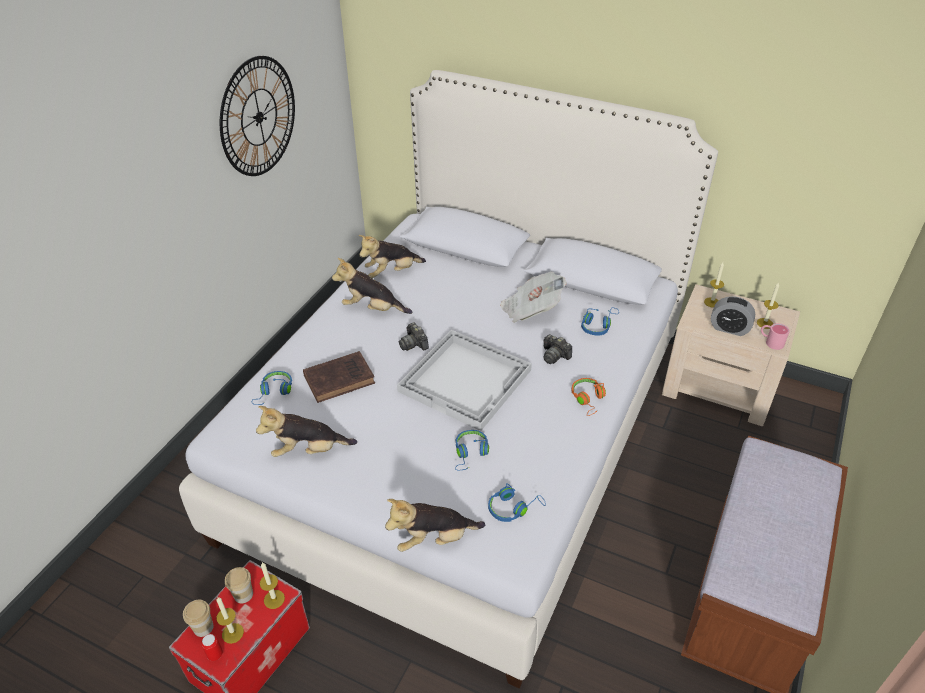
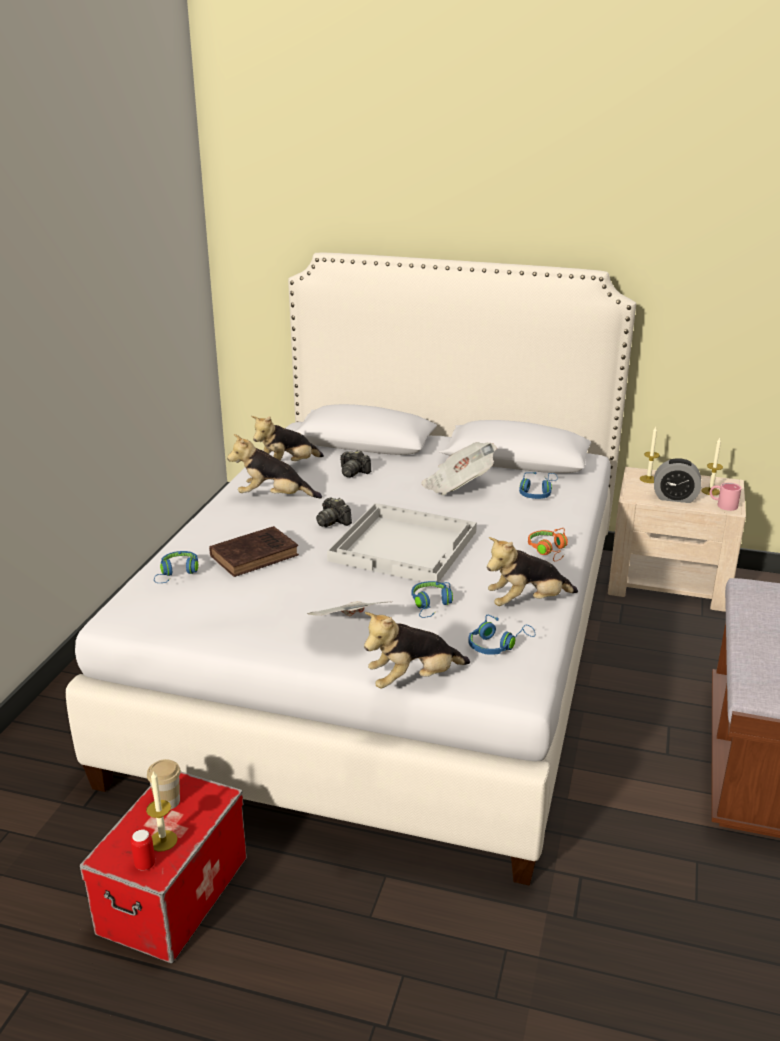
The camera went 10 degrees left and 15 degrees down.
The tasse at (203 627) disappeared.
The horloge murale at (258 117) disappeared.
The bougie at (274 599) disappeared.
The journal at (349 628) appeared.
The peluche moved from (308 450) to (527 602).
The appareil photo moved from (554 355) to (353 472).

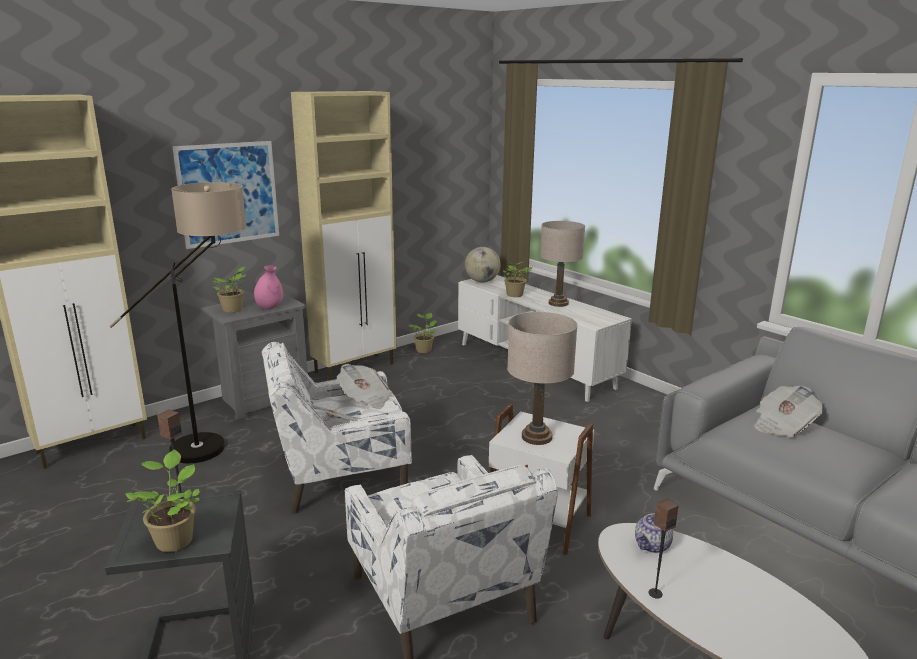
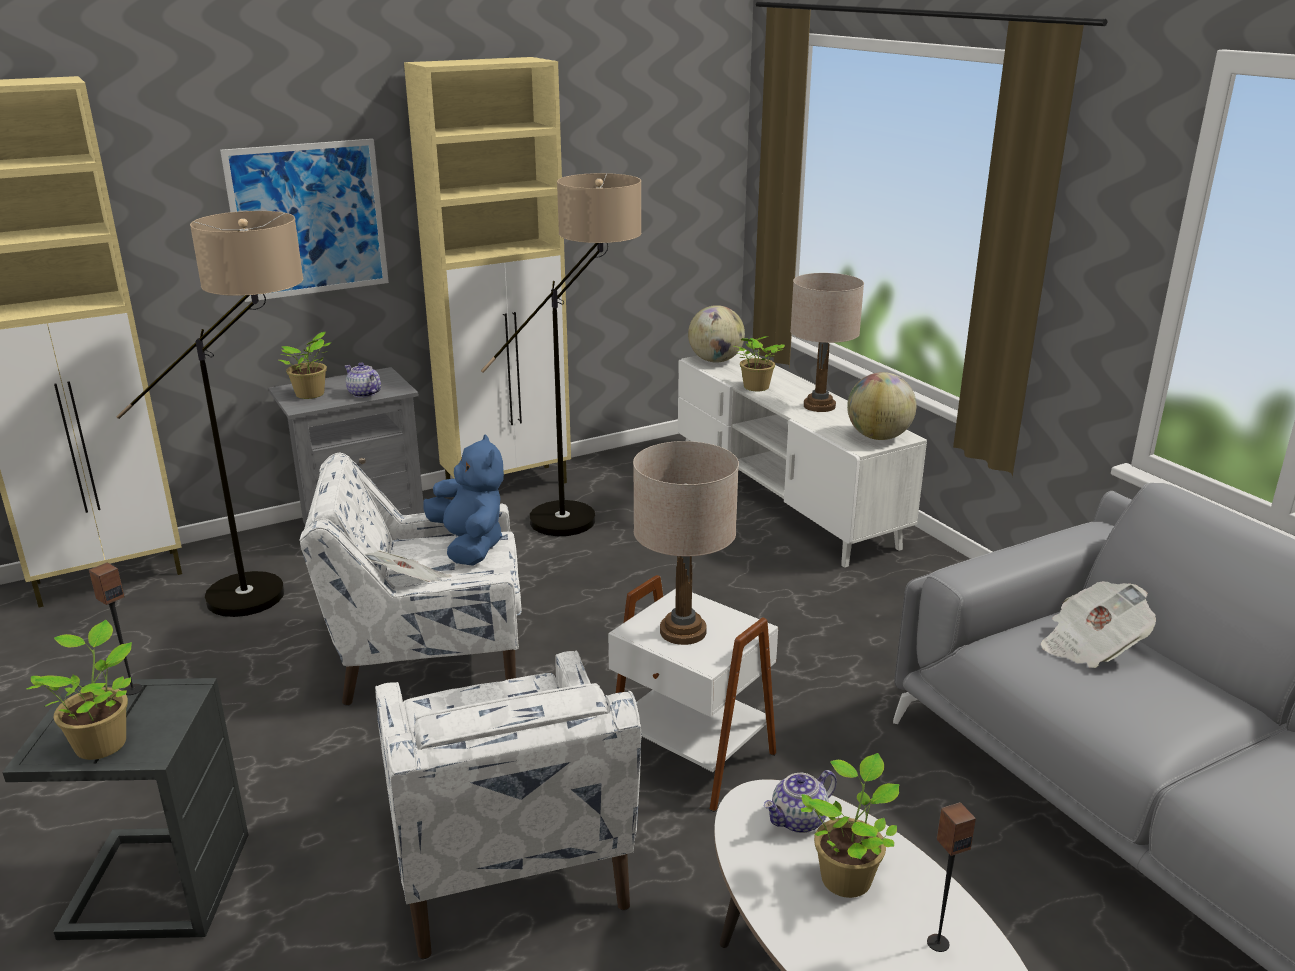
The camera went 10 degrees right and 5 degrees up.
The lampadaire at (586 514) appeared.
The globe at (878 437) appeared.
The plante en pot moved from (424 350) to (847 876).
The enceinte moved from (655 593) to (937 942).
The vase [rose] at (269 308) was replaced by the théière at (363 394).
The journal at (365 399) was replaced by the peluche [bleu] at (469 546).

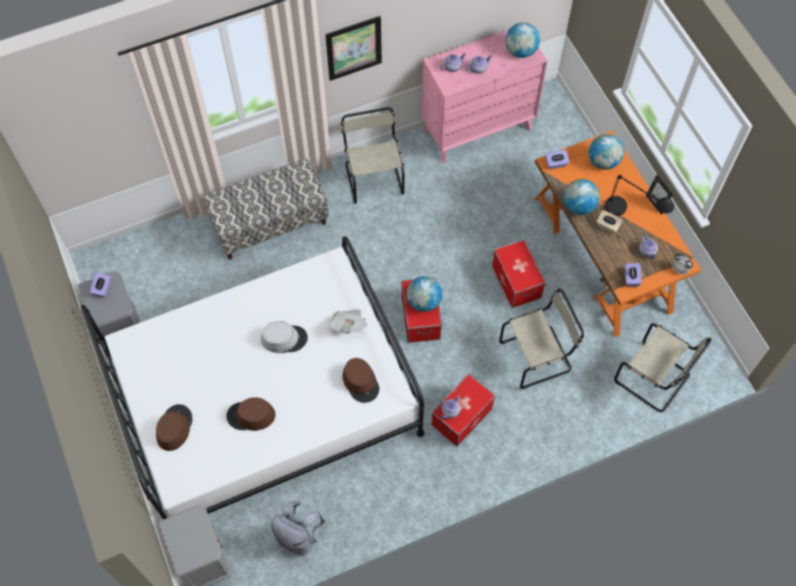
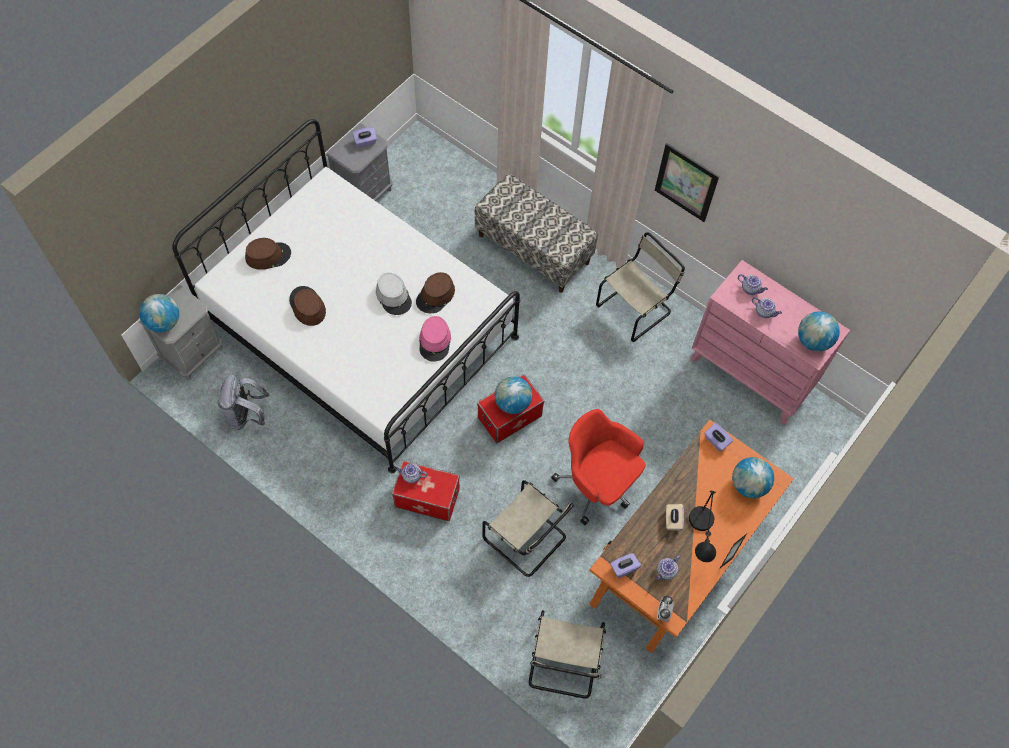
The camera went 60 degrees right and 0 degrees up.
The chapeau [marron] moved from (361 382) to (435 296).
The globe moved from (578 206) to (164 322).
The journal at (349 325) was replaced by the chapeau [rose] at (435 341).
The boîte de rangement at (516 281) was replaced by the chaise de bureau [rouge] at (597 484).

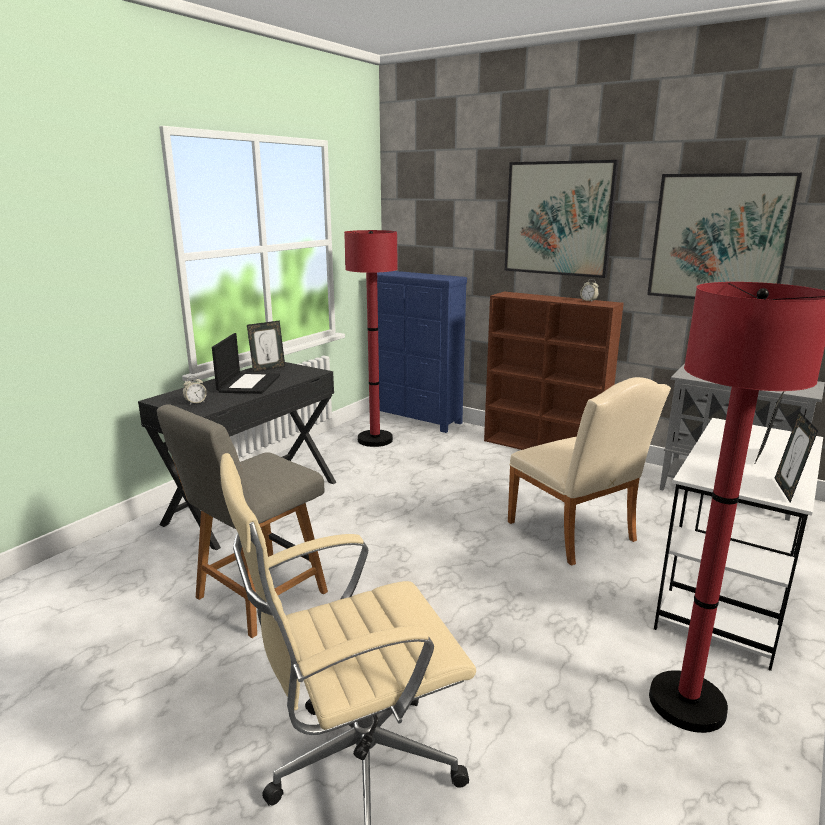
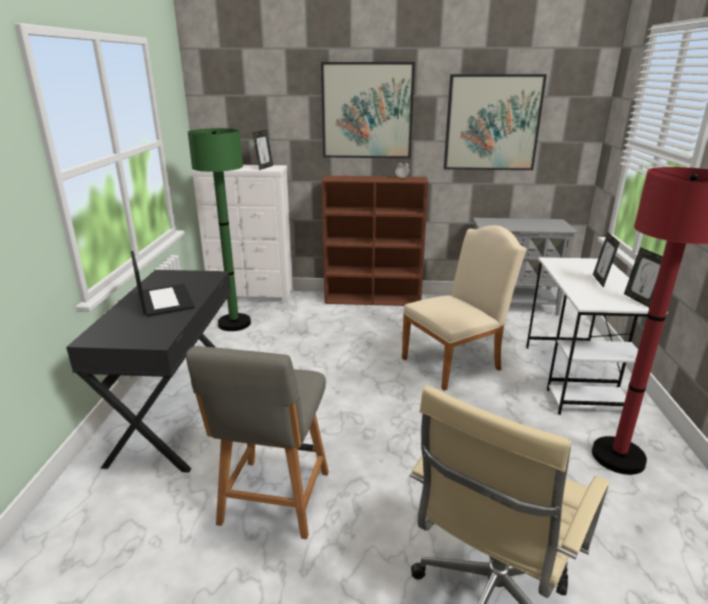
The camera went 30 degrees left and 5 degrees up.
The réveil at (195 403) disappeared.
The cadre photo moved from (268 368) to (264 167).
The lampadaire [rouge] at (375 440) became the lampadaire [vert] at (234 323).
The commode [bleu] at (416 419) became the commode [blanc] at (252 297).
The chaise [beige] at (576 534) turned 60 degrees counterclockwise.

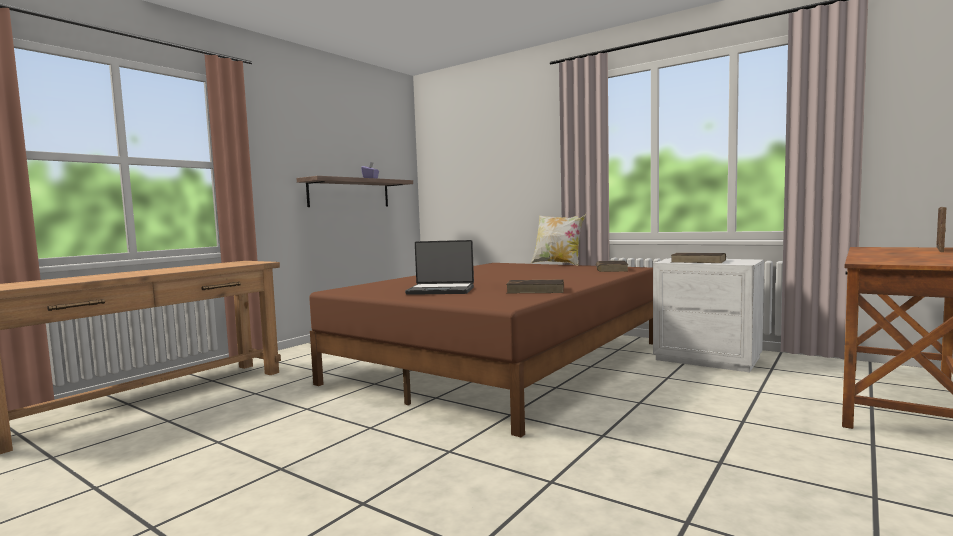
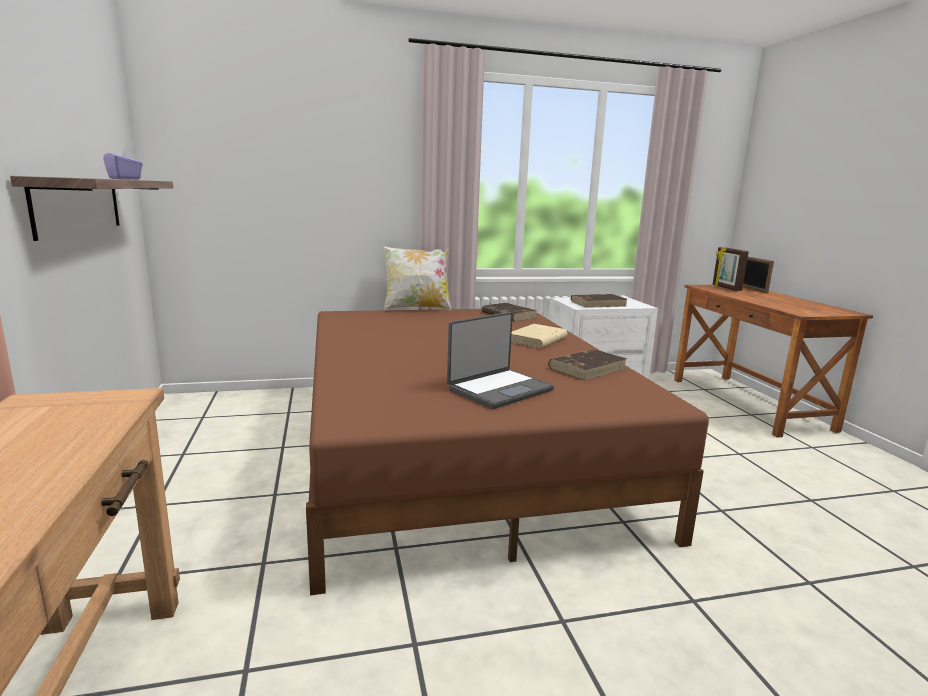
The camera went 50 degrees left and 10 degrees up.
The livre [beige] at (537 340) appeared.
The cadre photo at (725 288) appeared.

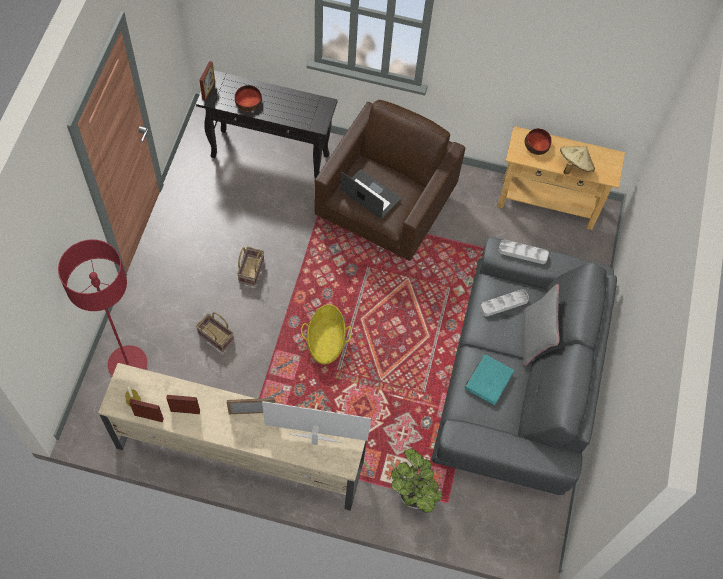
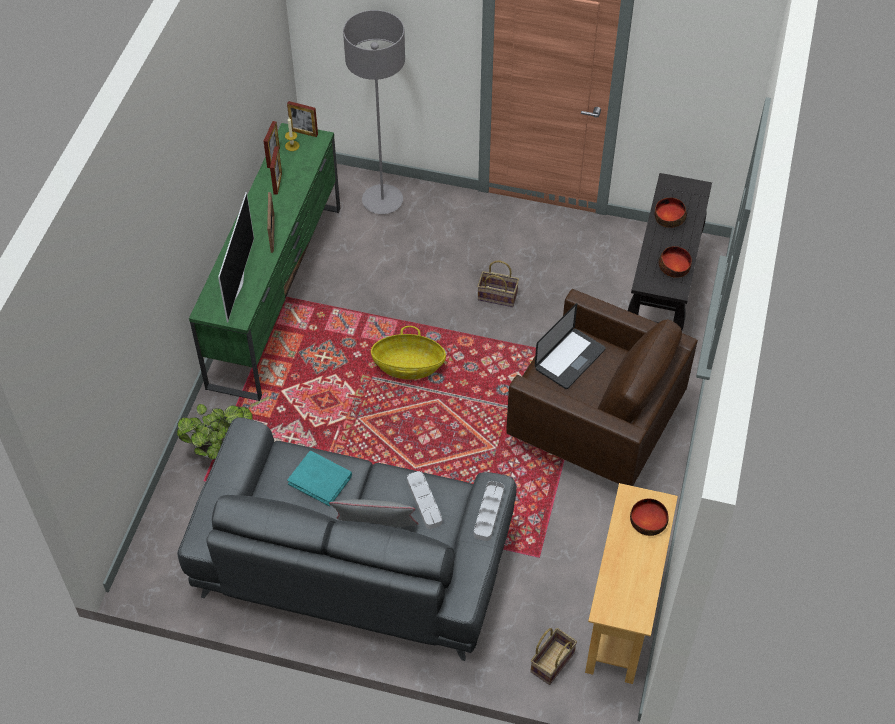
The camera went 95 degrees right and 10 degrees down.
The chapeau [beige] at (574 166) disappeared.
The bol at (674 267) appeared.
The panier moved from (215 337) to (552 661).
The cadre photo moved from (208 90) to (304 132).
The lampadaire [rouge] at (127 364) became the lampadaire [gris] at (382 201).
The meuble télé [beige] at (239 454) became the meuble télé [vert] at (277 294).

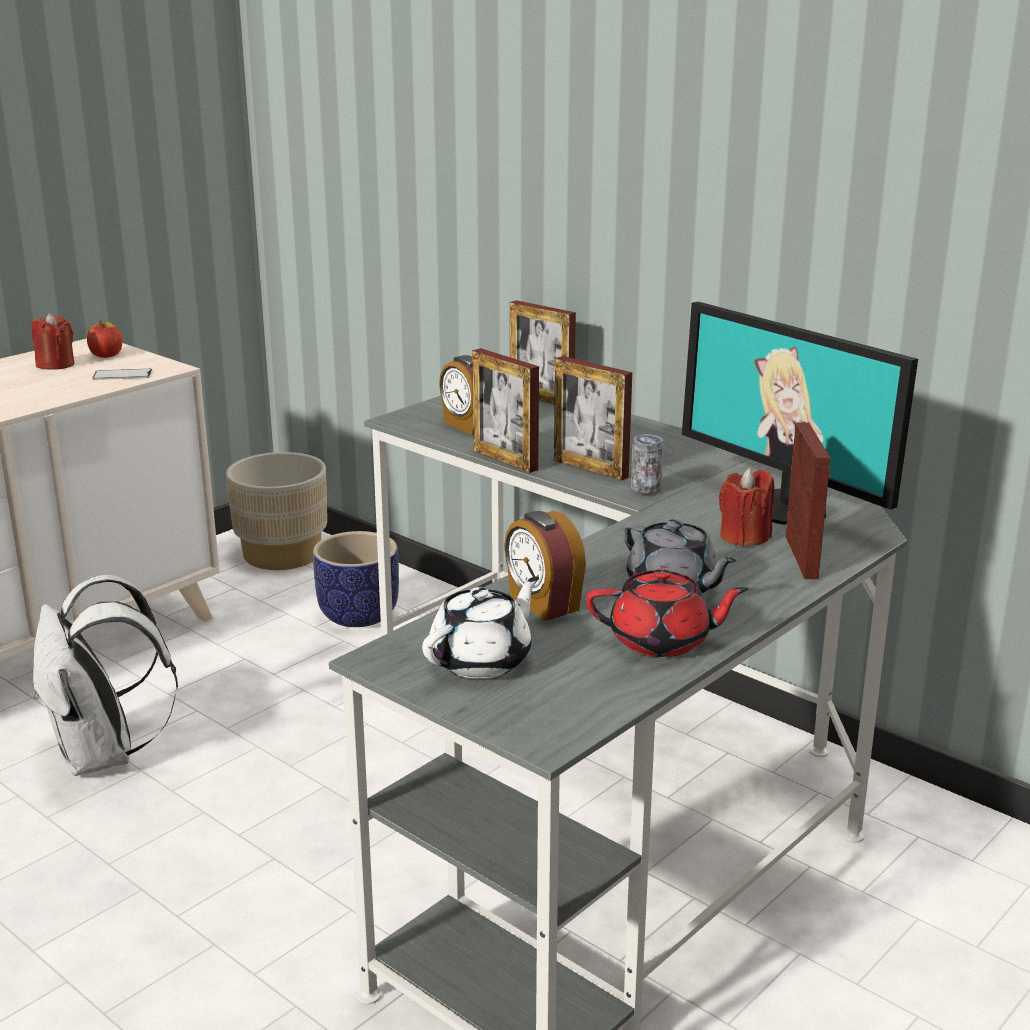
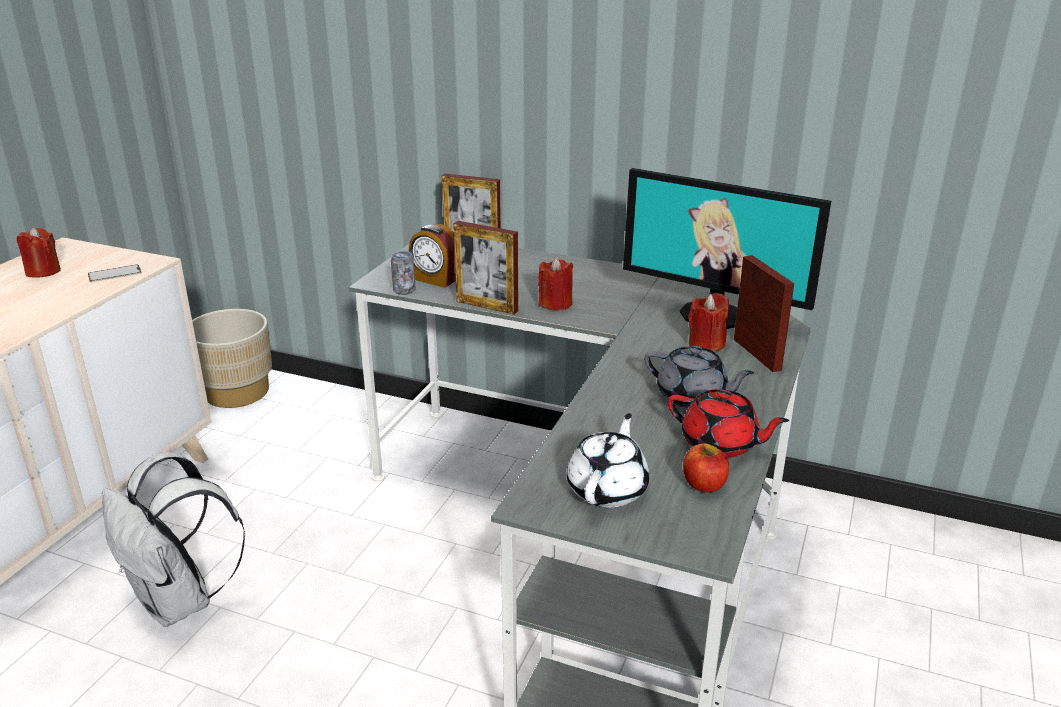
The camera went 20 degrees left and 5 degrees up.
The cache-pot at (357 615) disappeared.
The réveil at (542 604) disappeared.
The pomme moved from (106 355) to (704 485).
The boîte métallique moved from (646 489) to (404 290).
The cadre photo at (590 468) was replaced by the bougie [rouge] at (555 303).
The théière [rouge] at (662 641) turned 45 degrees clockwise.

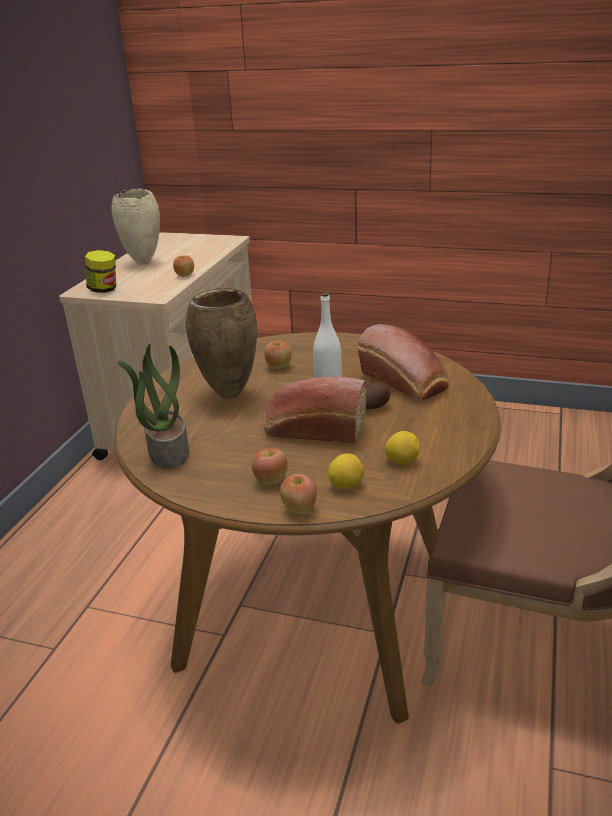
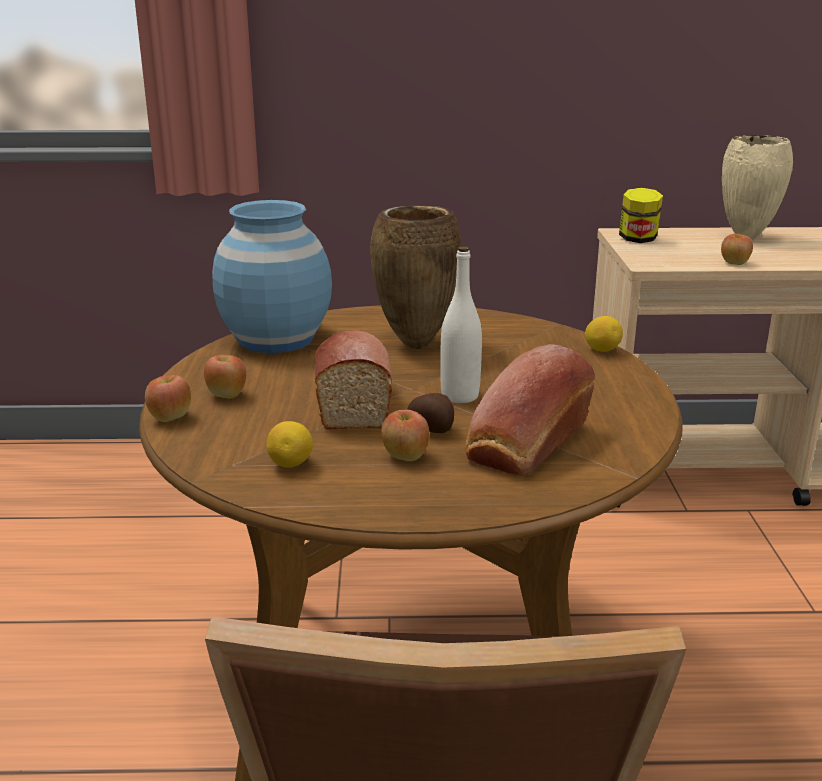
The camera went 70 degrees right and 5 degrees down.
The pomme moved from (279 366) to (405 457).
The citron moved from (346 485) to (602 350).
The plante en pot at (167 451) was replaced by the vase [bleu] at (275 339).

